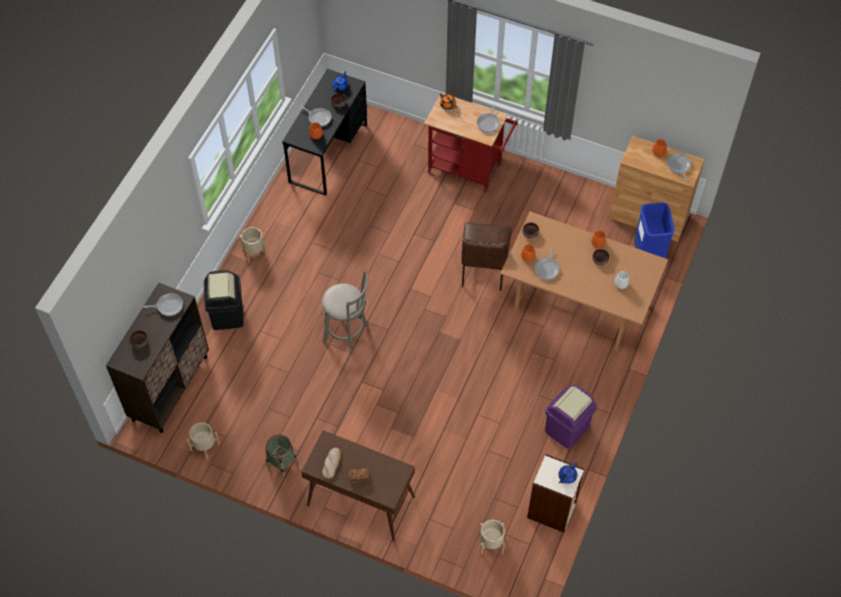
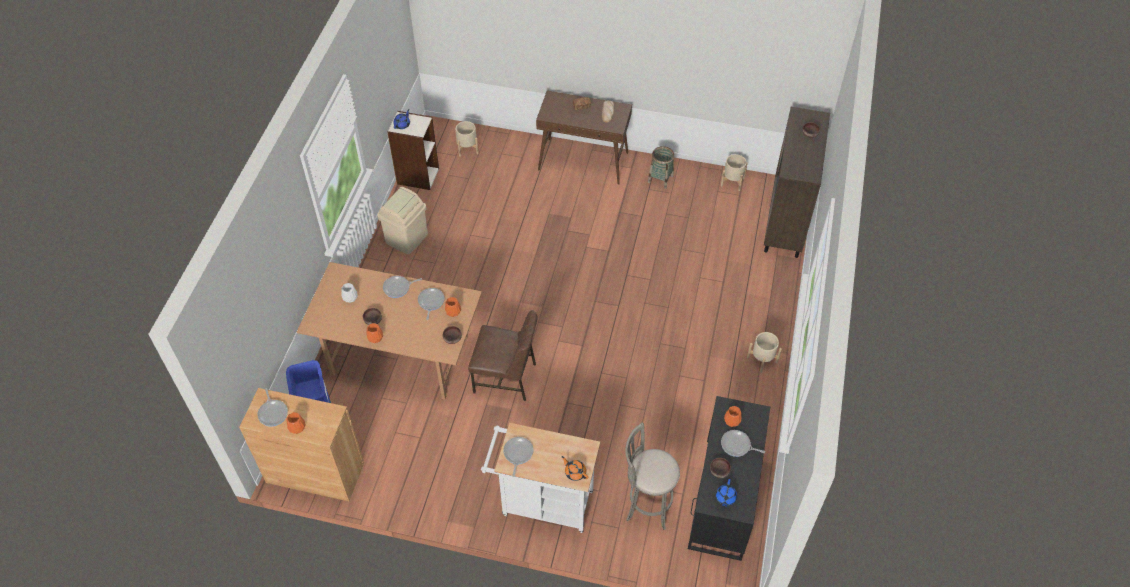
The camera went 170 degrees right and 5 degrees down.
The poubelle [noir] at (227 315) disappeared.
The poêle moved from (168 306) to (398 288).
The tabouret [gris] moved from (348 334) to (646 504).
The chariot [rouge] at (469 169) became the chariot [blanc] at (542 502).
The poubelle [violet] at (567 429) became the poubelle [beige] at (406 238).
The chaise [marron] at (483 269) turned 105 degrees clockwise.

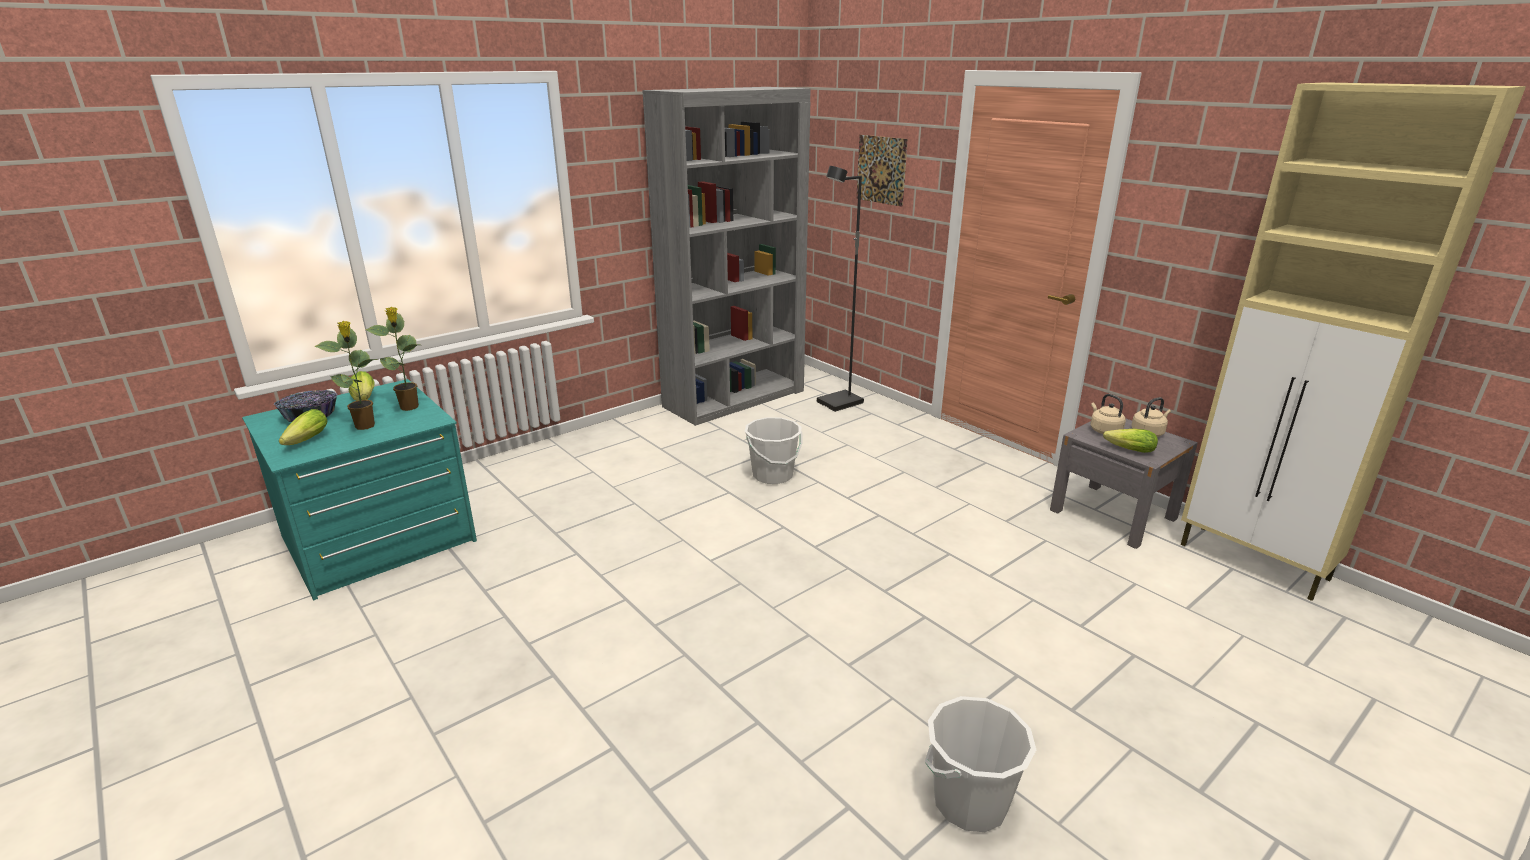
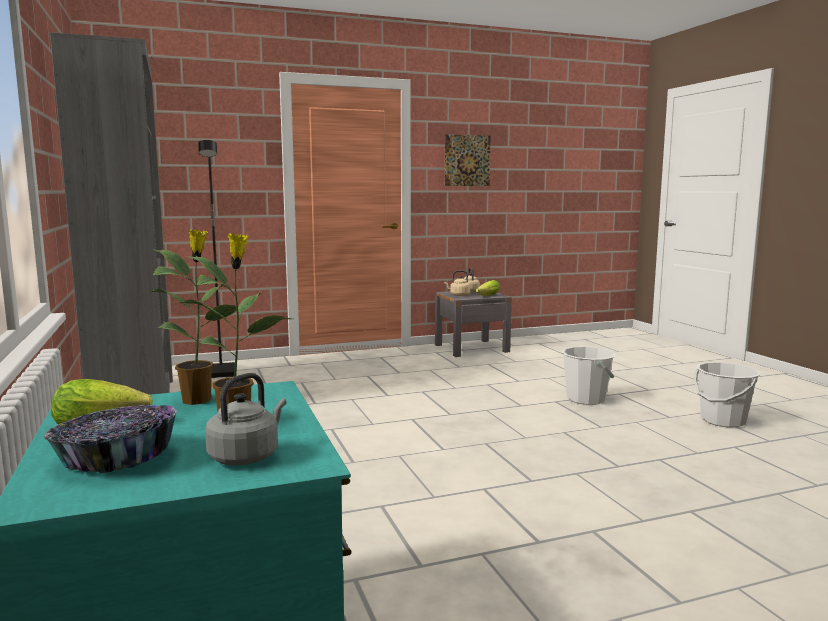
The camera went 70 degrees left and 15 degrees down.
The meuble de rangement [beige] at (1255 562) disappeared.
The seau [blanc] moved from (773 475) to (586 399).
The tableau moved from (881 170) to (467 160).
The laitue at (305 442) was replaced by the bouilloire [gris] at (247 456).

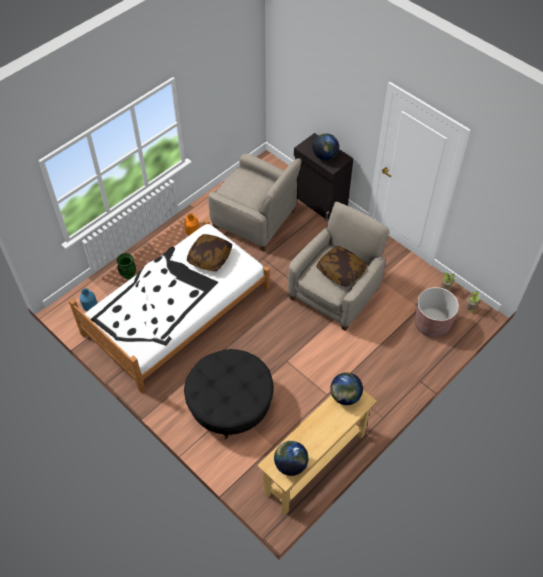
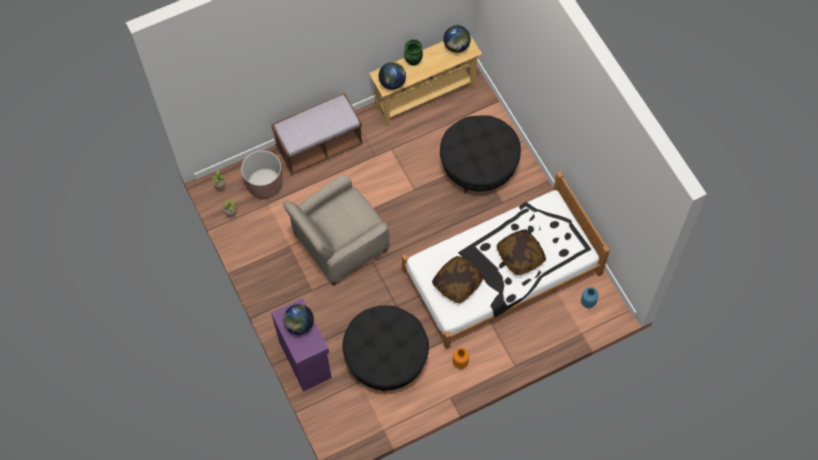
The camera went 160 degrees left and 10 degrees up.
The banc [marron] at (319 146) appeared.
The vase [vert] moved from (128 274) to (413 61).
The coussin moved from (340 271) to (520 256).
The fauteuil [beige] at (255 220) was replaced by the pouf [noir] at (386 357).
The meuble de rangement [noir] at (320 202) became the meuble de rangement [violet] at (306 359).

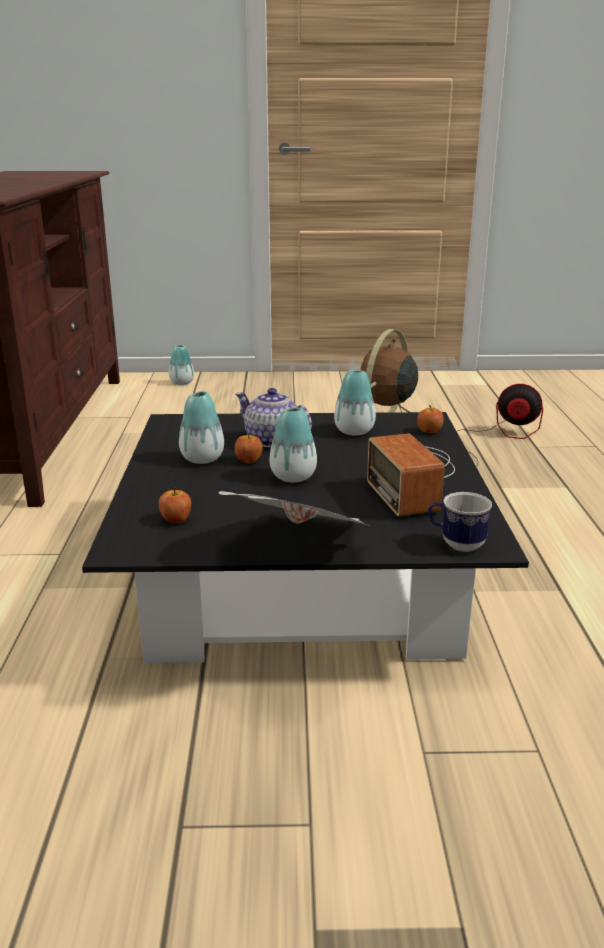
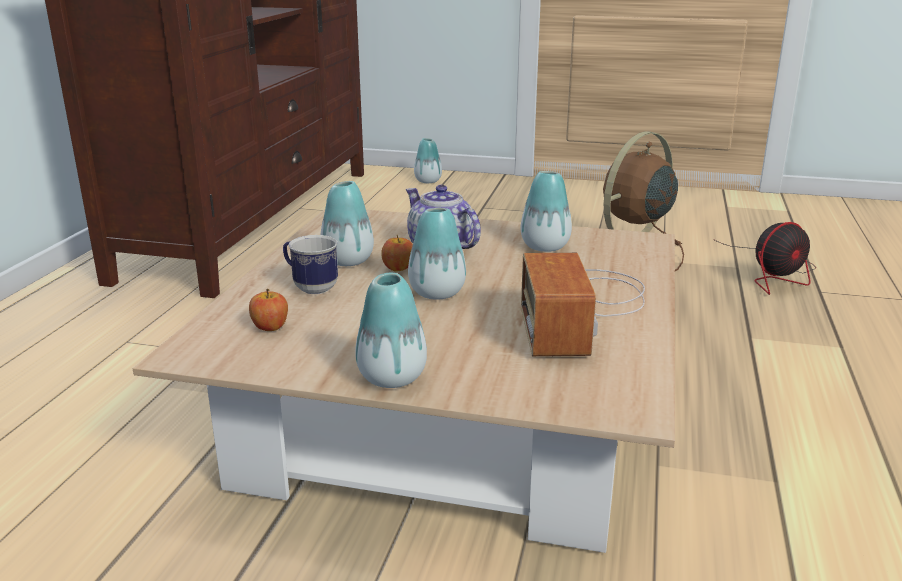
The camera went 15 degrees right and 0 degrees up.
The pomme at (429 431) disappeared.
The mug moved from (456 544) to (310 287).
The journal at (302 546) was replaced by the vase at (392 377).
The table basse [noir] at (303 578) became the table basse [beige] at (452 417).
The ventilateur at (498 437) turned 120 degrees clockwise.

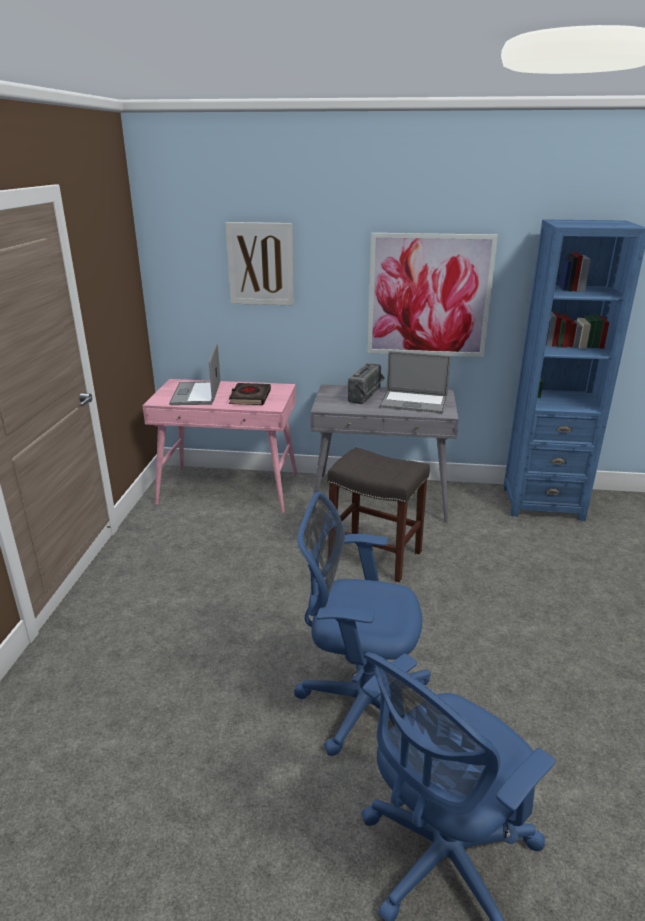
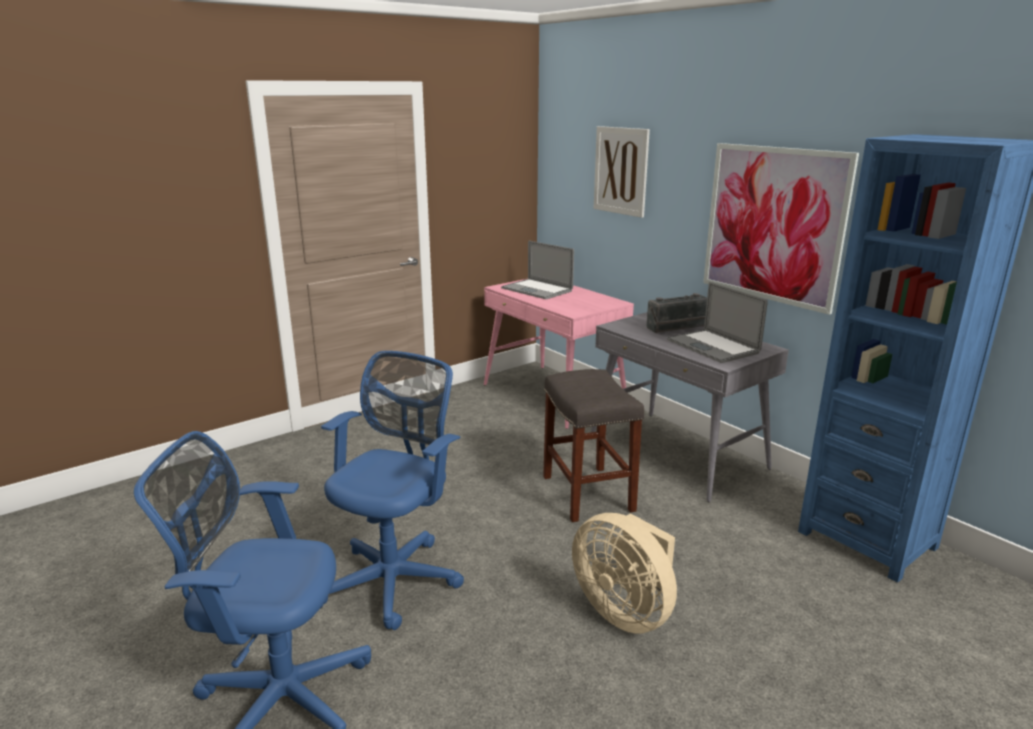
The camera went 45 degrees right and 5 degrees down.
The livre [noir] at (250 397) disappeared.
The ventilateur [beige] at (625 611) appeared.
The ordinateur portable at (196 394) turned 90 degrees counterclockwise.
The chaise de bureau [bleu] at (360 704) turned 60 degrees clockwise.

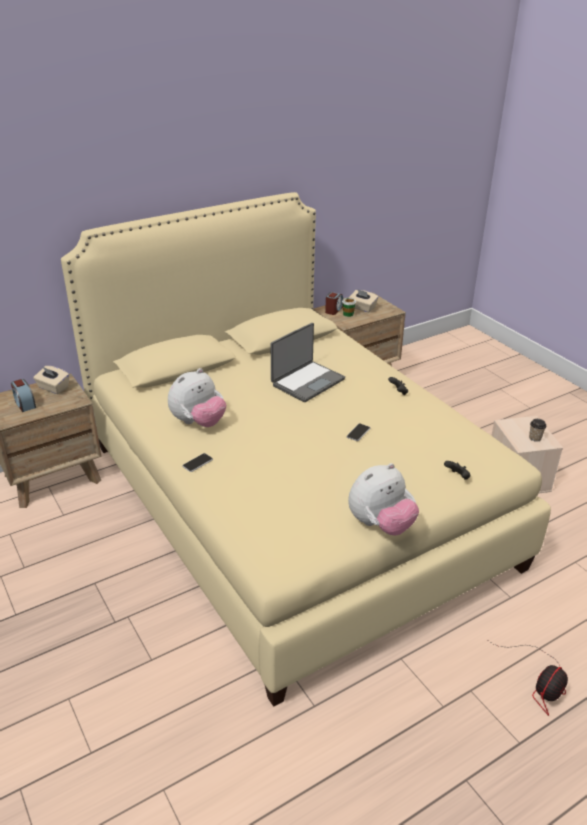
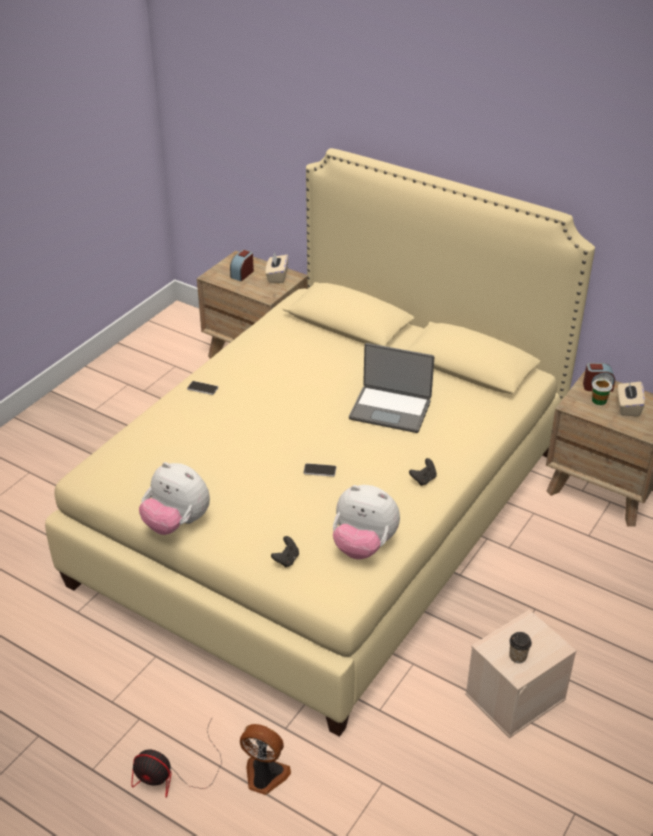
The camera went 65 degrees right and 5 degrees up.
The ventilateur at (264 776) appeared.
The peluche moved from (198 422) to (363 545).

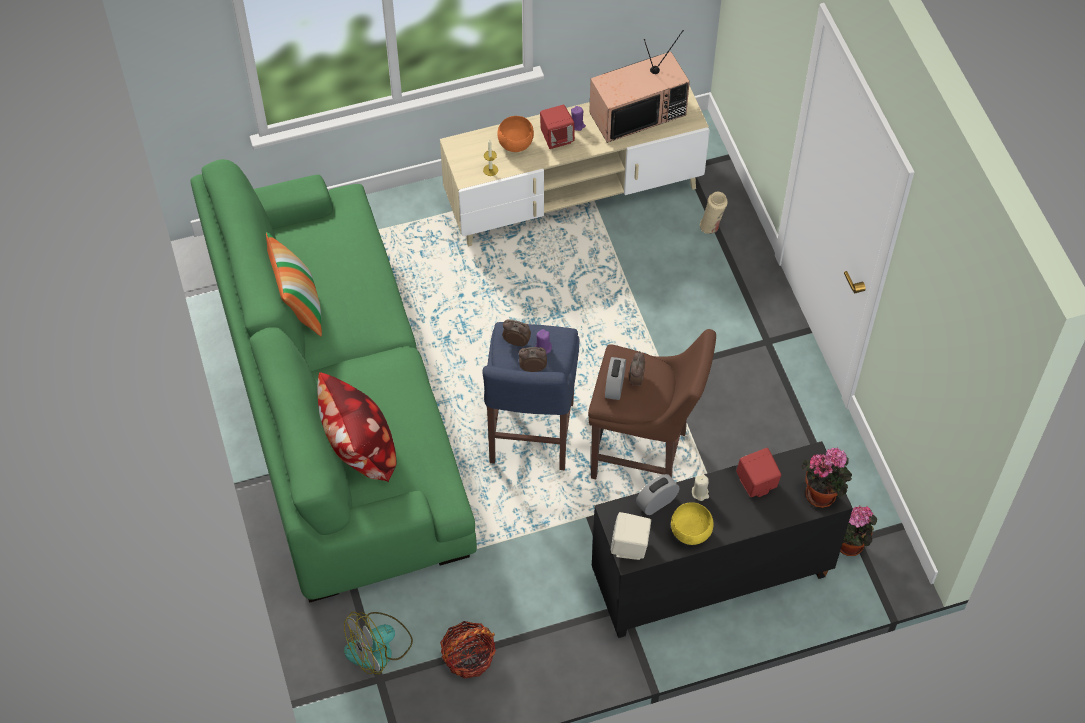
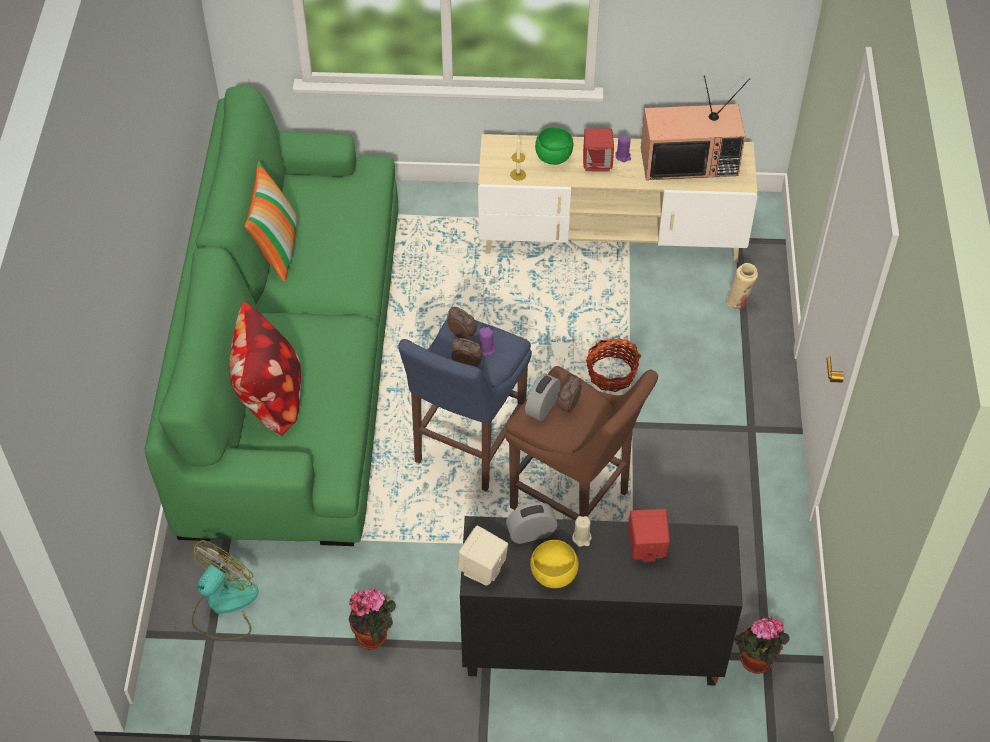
The camera went 20 degrees right and 5 degrees down.
The panier moved from (468 657) to (611 374).
The plante en pot moved from (823 493) to (374 635).
The bol [orange] at (516 143) became the bol [vert] at (554 157).
The ventilateur at (379 648) turned 135 degrees clockwise.

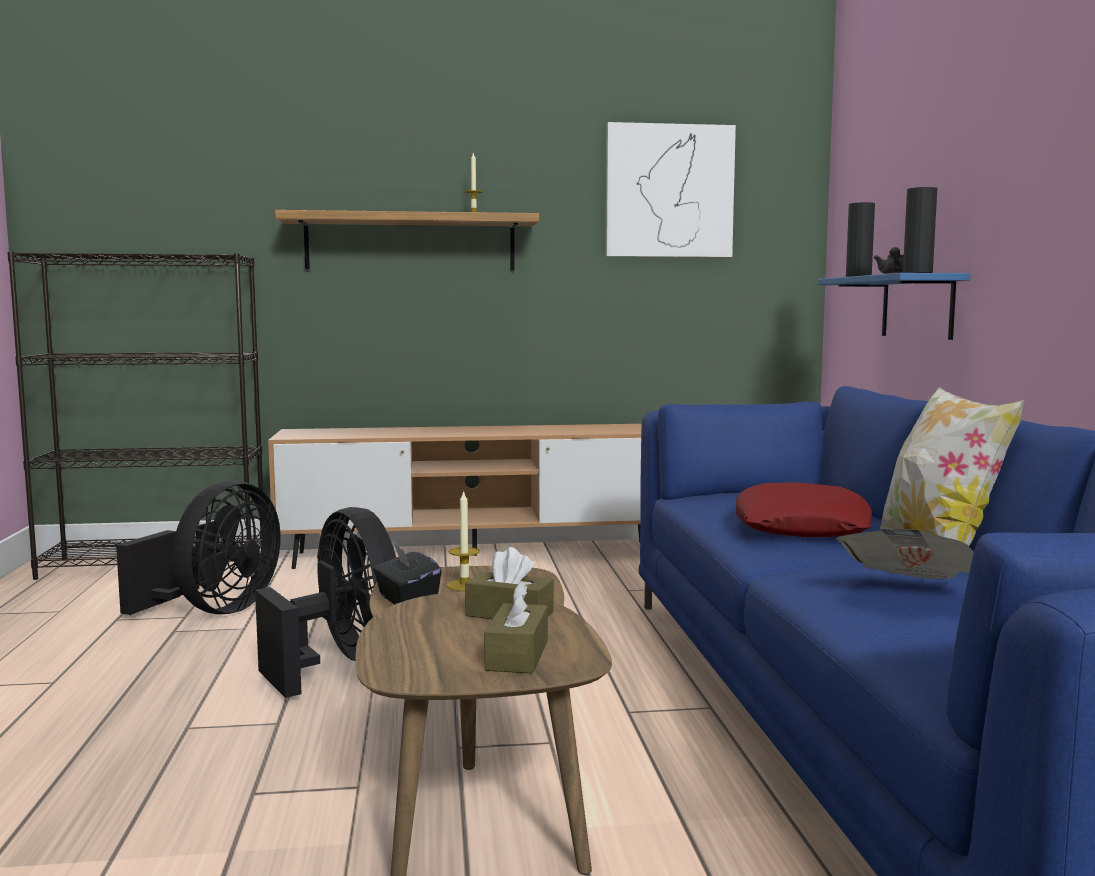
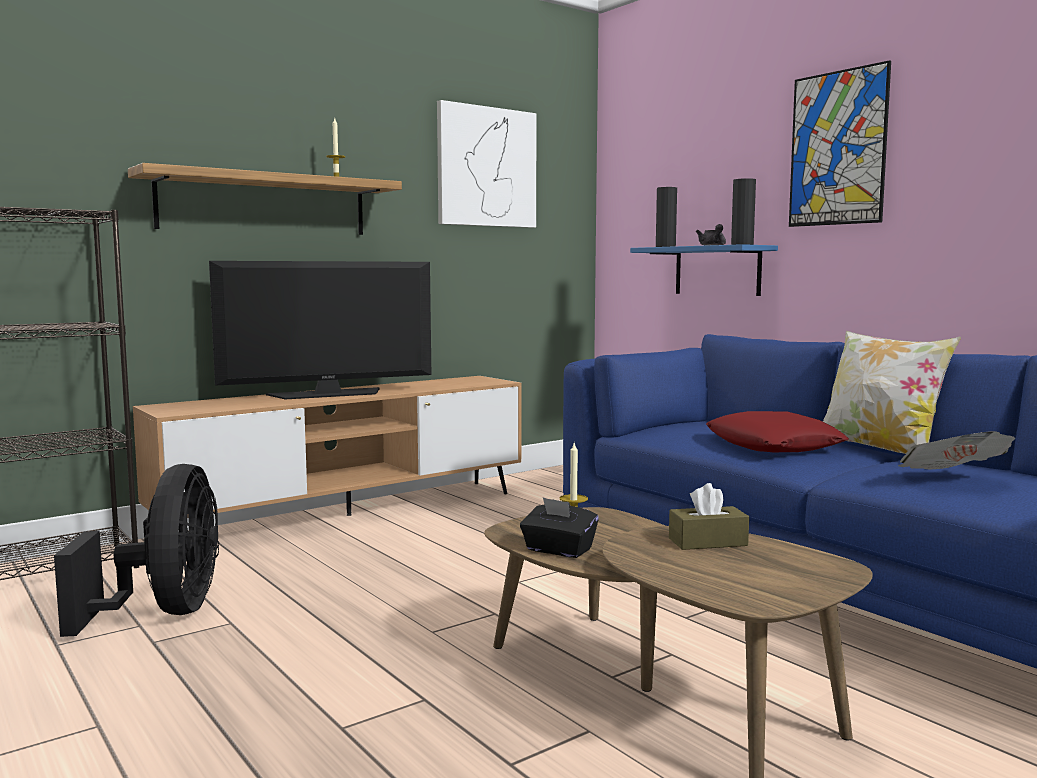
The camera went 30 degrees left and 0 degrees up.
The ventilateur [noir] at (342 663) disappeared.
The boîte à mouchoirs [marron] at (517 655) disappeared.
The téléviseur at (328 394) appeared.
The tableau at (837 148) appeared.

